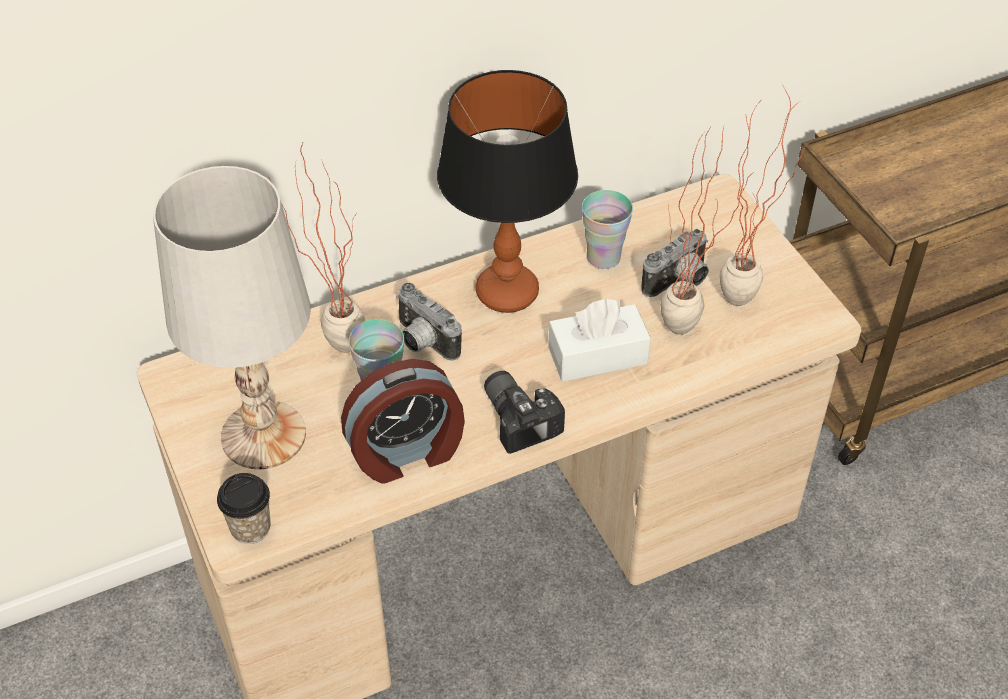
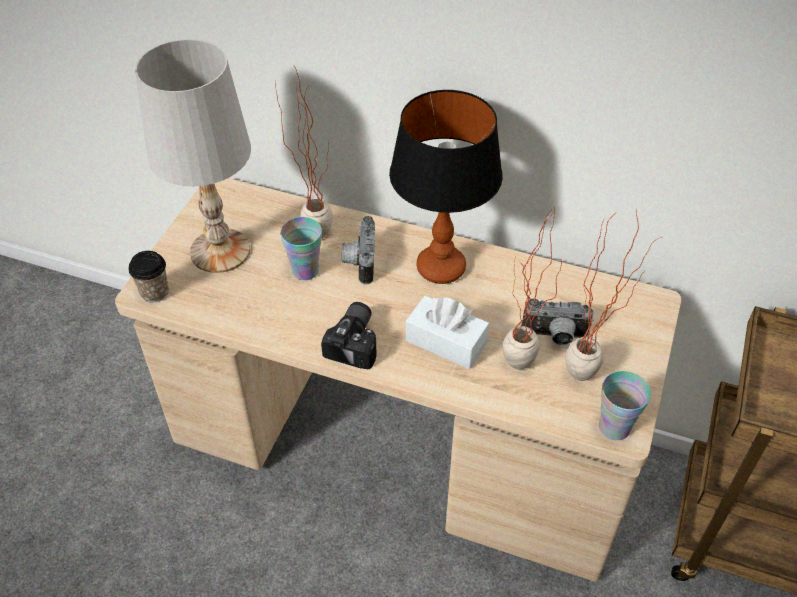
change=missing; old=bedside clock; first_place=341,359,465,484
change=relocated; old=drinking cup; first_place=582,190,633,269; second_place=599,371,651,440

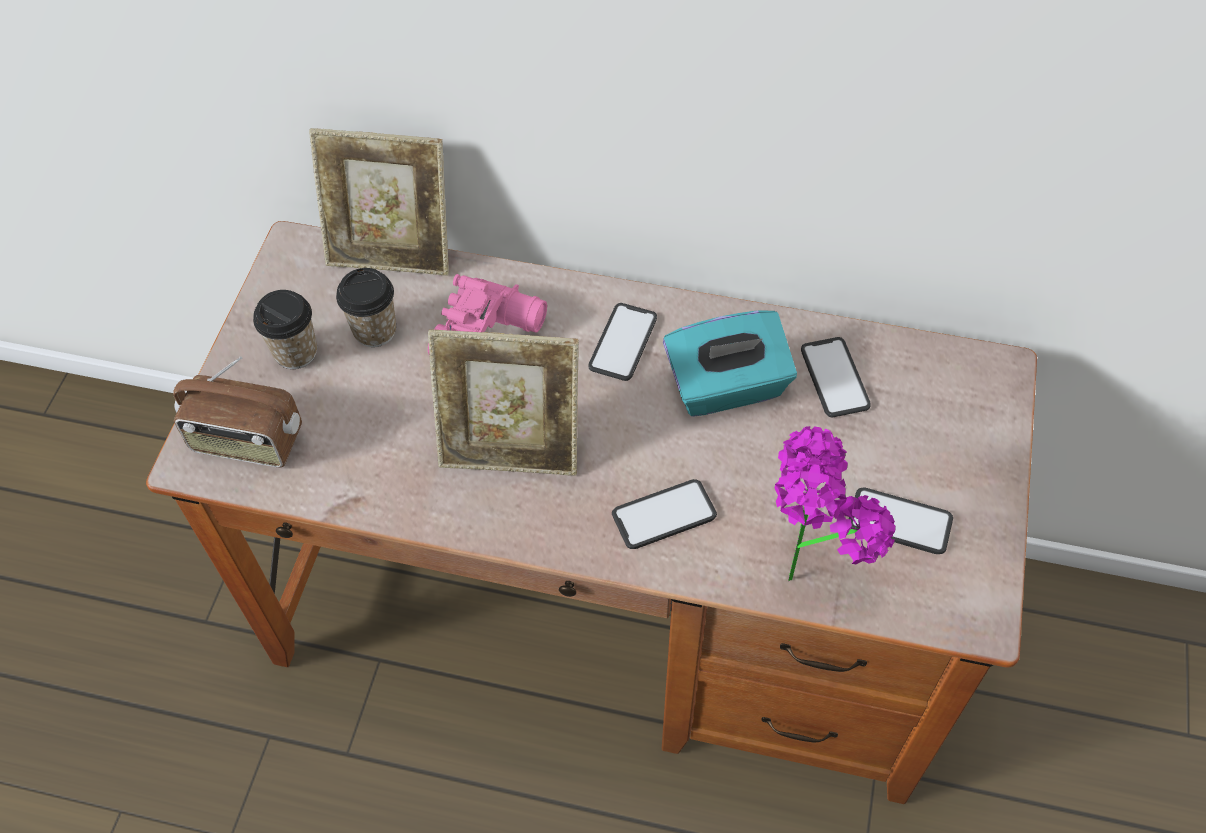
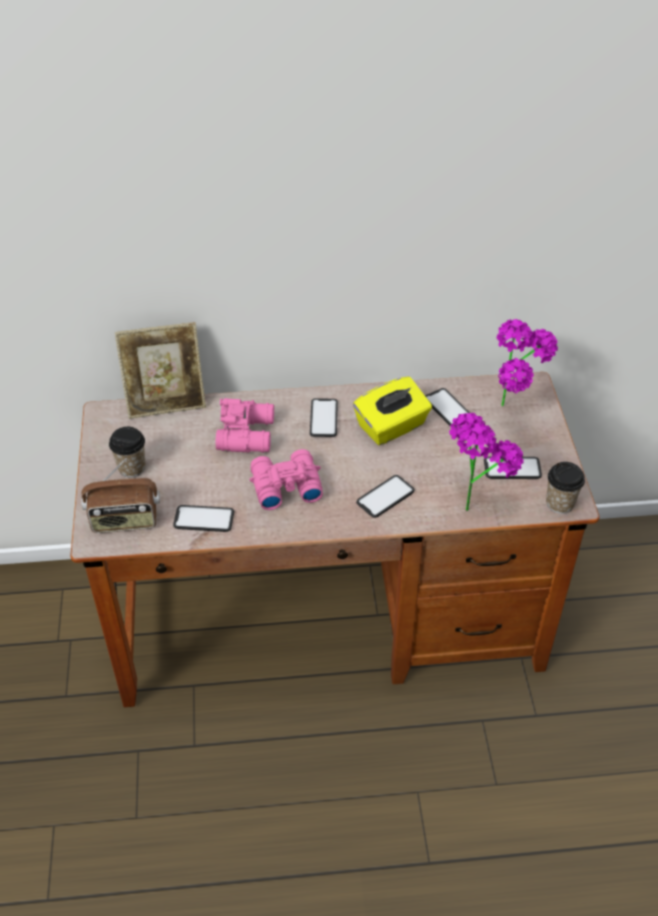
change=appeared; new=phone; second_place=173,505,234,532
change=appeared; new=houseplant; second_place=497,319,558,406
change=relocated; old=drinking cup; first_place=336,268,396,347; second_place=546,462,585,514
change=exchanged; old=picture frame; new=binoculars/pink; first_place=428,330,579,476; second_place=250,449,323,510
change=colour; old=tissue box/turquoise-coloured; new=tissue box/yellowish; first_place=663,310,797,417; second_place=353,377,432,445

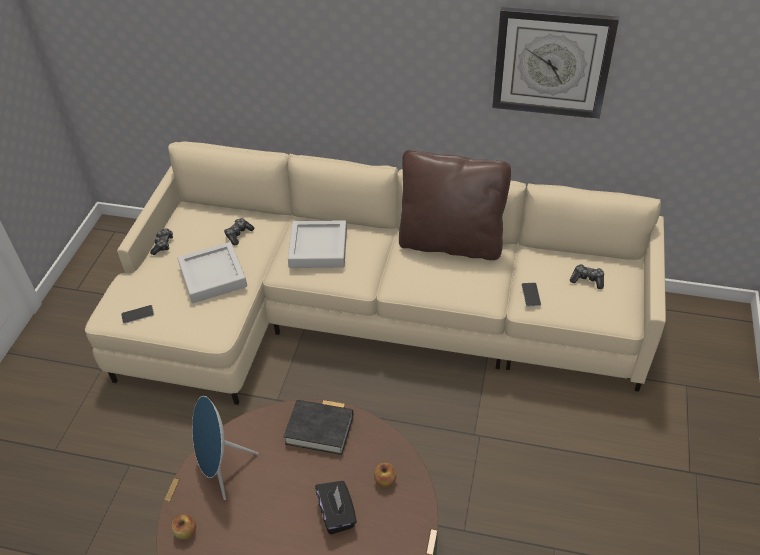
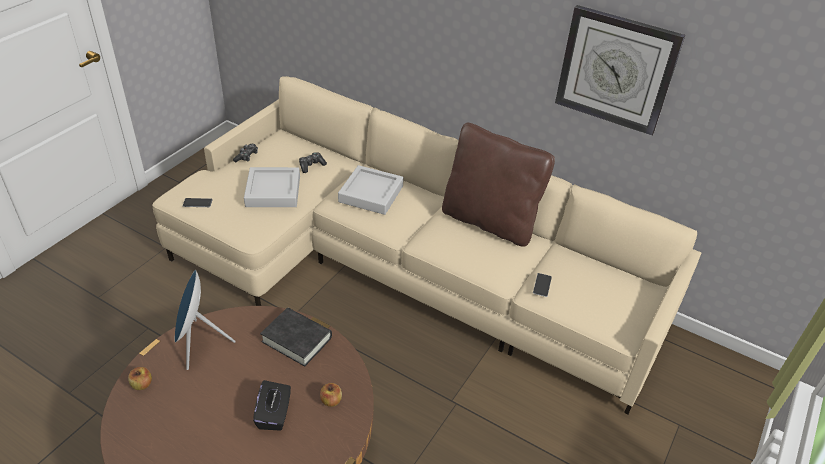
change=missing; old=gamepad; first_place=570,264,604,289

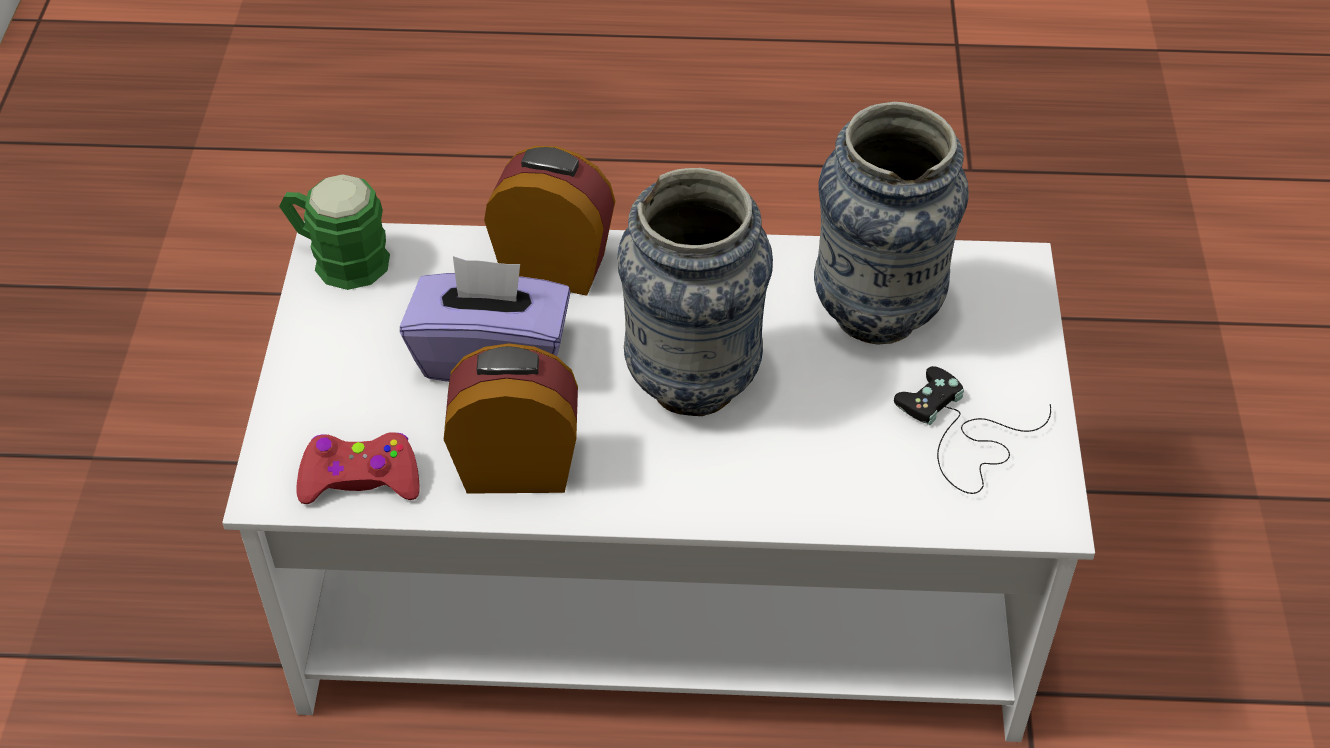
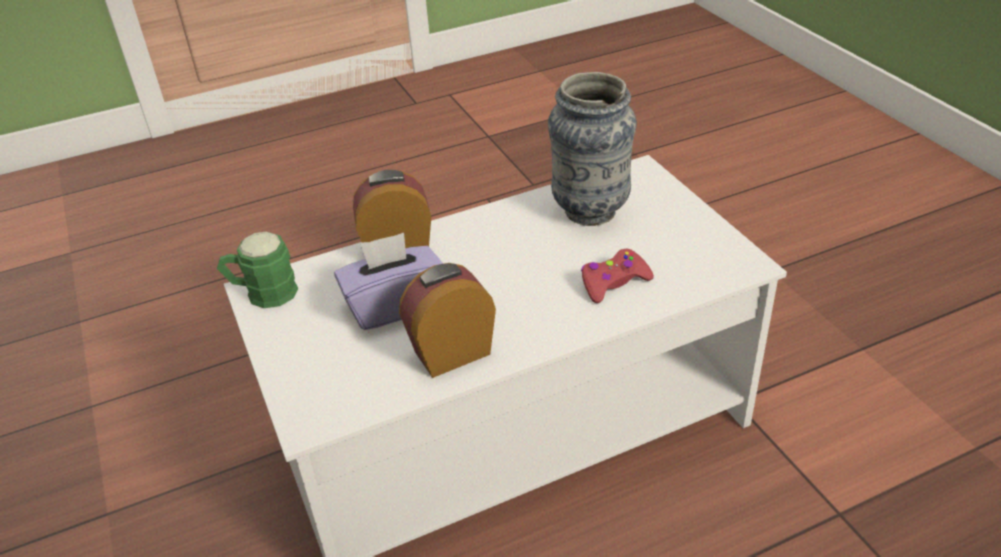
change=missing; old=flower vase; first_place=617,168,773,416
change=missing; old=gamepad/black; first_place=894,366,1051,494
change=relocated; old=gamepad/reddish; first_place=296,433,420,504; second_place=581,249,654,303

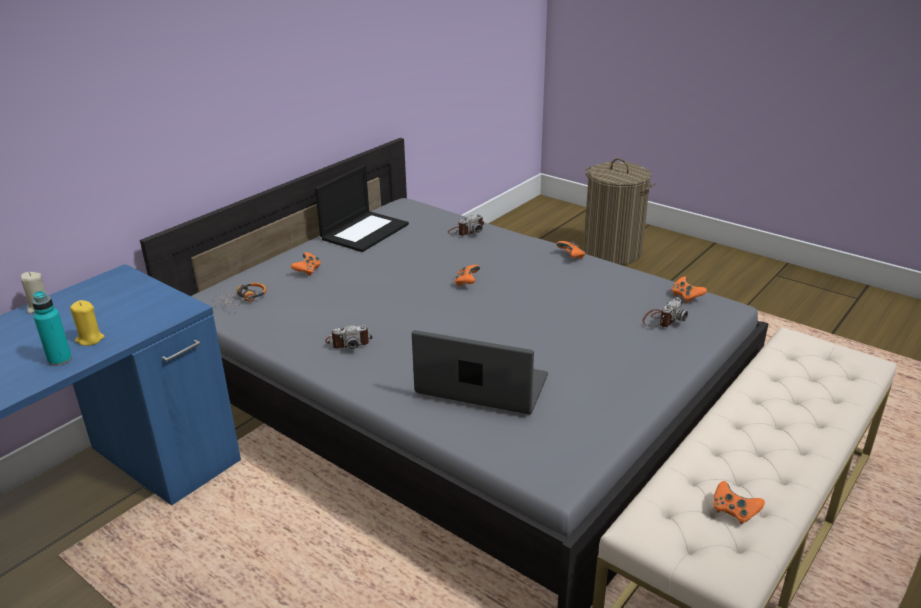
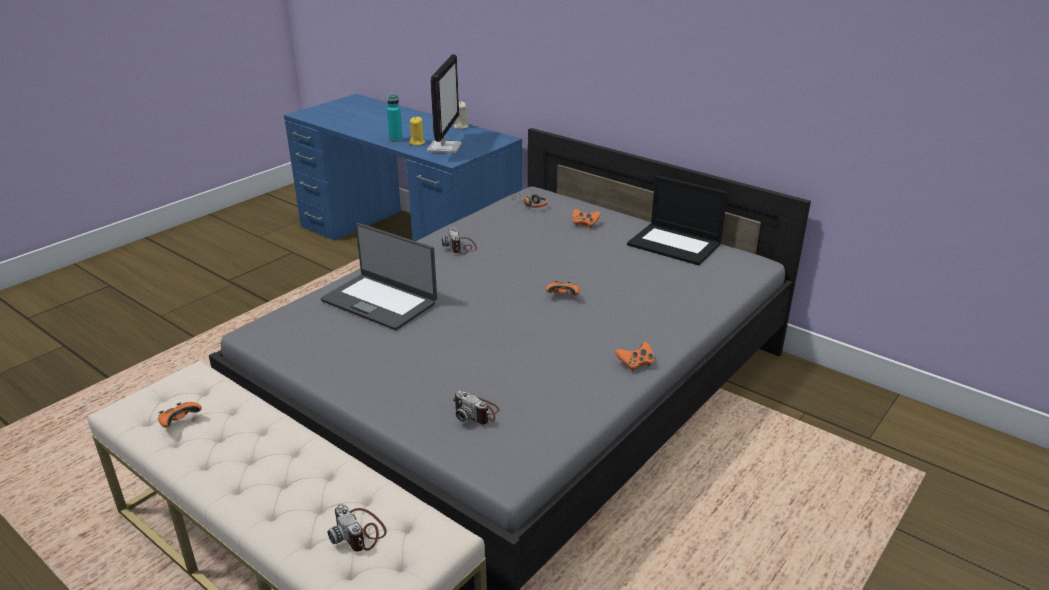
change=missing; old=hamper; first_place=583,158,656,265
change=missing; old=gamepad/orange; first_place=671,277,707,303
change=appeared; new=monitor; second_place=427,54,462,153
change=relocated; old=photo camera; first_place=448,214,484,236; second_place=328,504,387,552
change=spun; old=portable computer; first_place=412,330,548,415; second_place=321,223,437,330; degrees=105

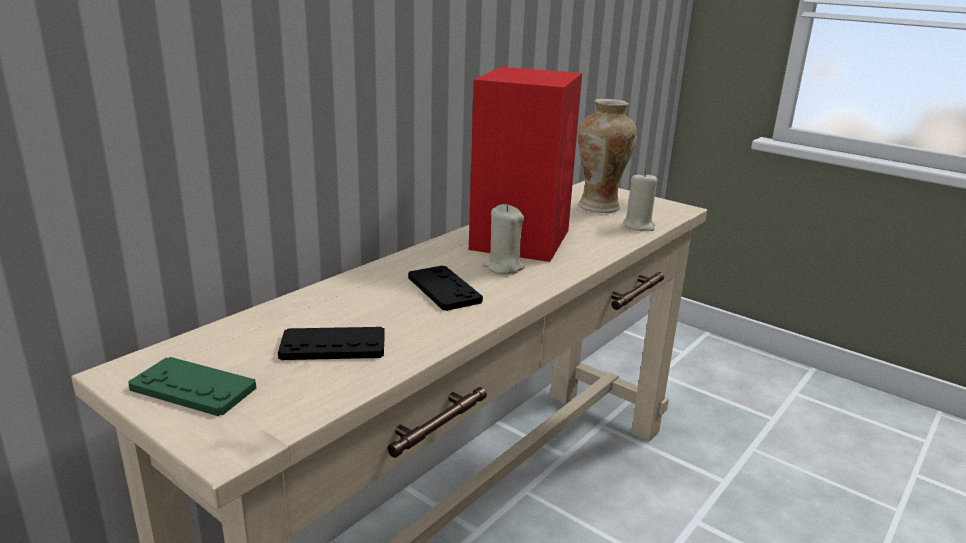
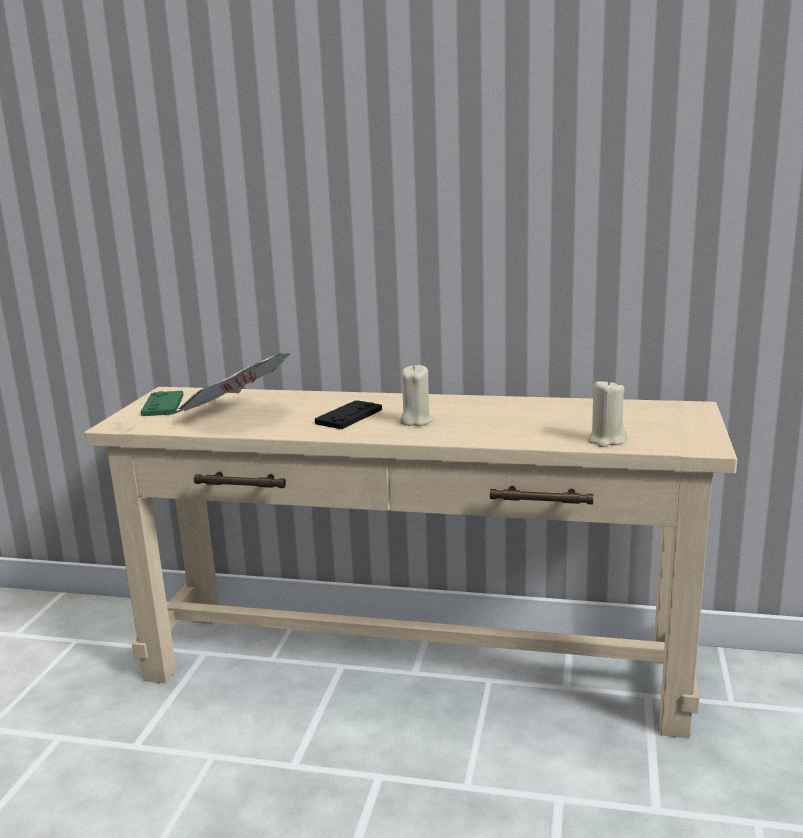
change=missing; old=audio speaker/reddish; first_place=469,67,582,262
change=missing; old=flower vase; first_place=578,99,637,213
change=exchanged; old=gamepad/black; new=newspaper; first_place=278,327,385,360; second_place=174,353,290,413

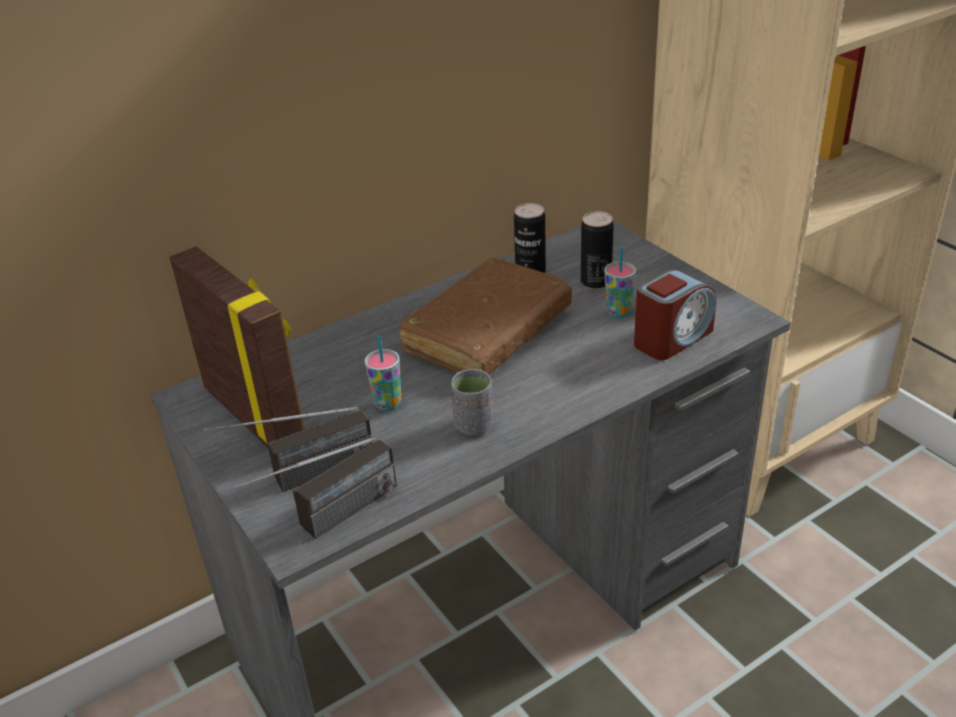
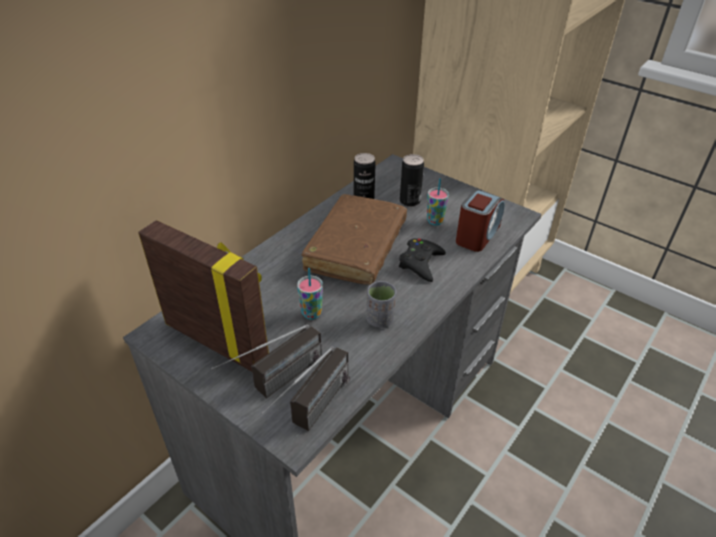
change=appeared; new=gamepad/black; second_place=399,238,446,282

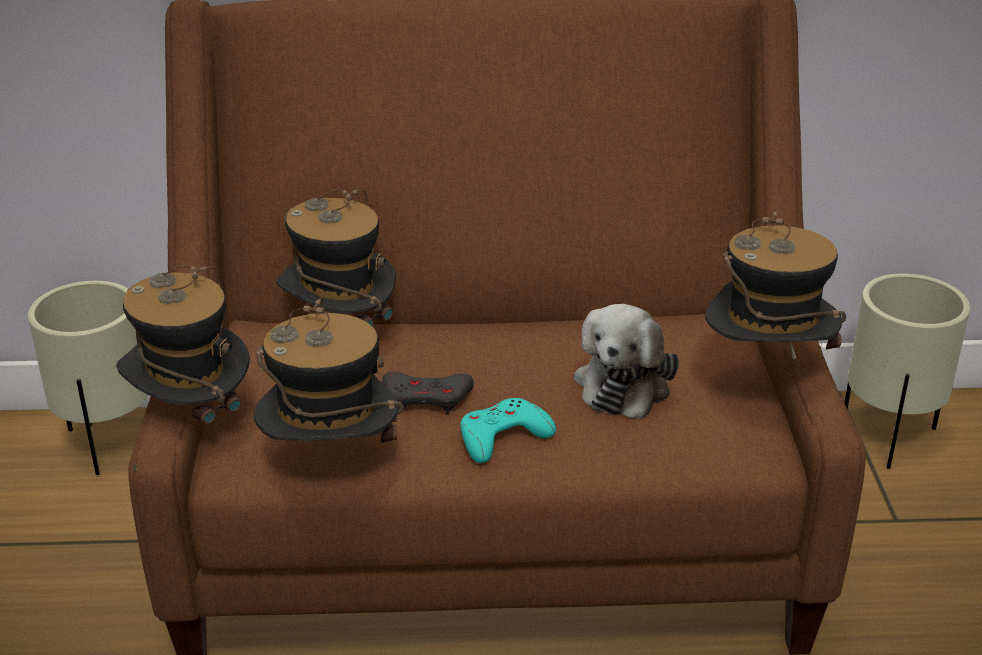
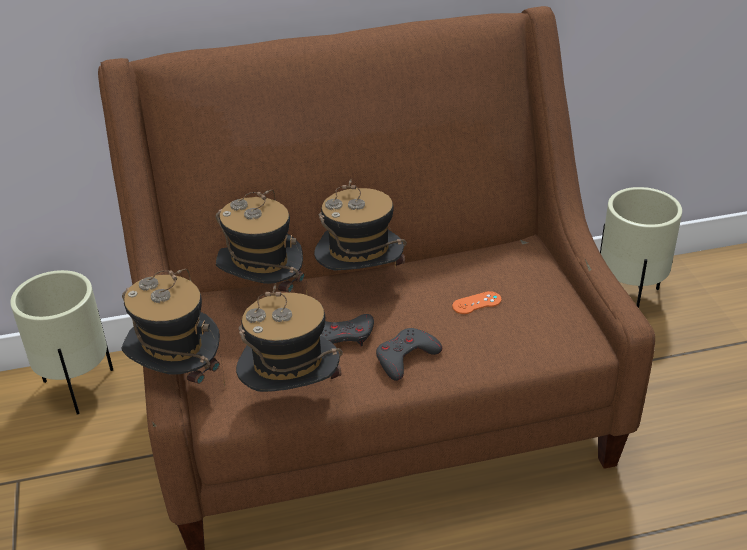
change=relocated; old=hat; first_place=705,210,847,358; second_place=314,179,407,270
change=exchanged; old=plush toy; new=gamepad/orange; first_place=574,304,679,419; second_place=452,291,501,314
change=colour; old=gamepad/turquoise-coloured; new=gamepad/gray; first_place=460,398,556,463; second_place=376,328,442,381

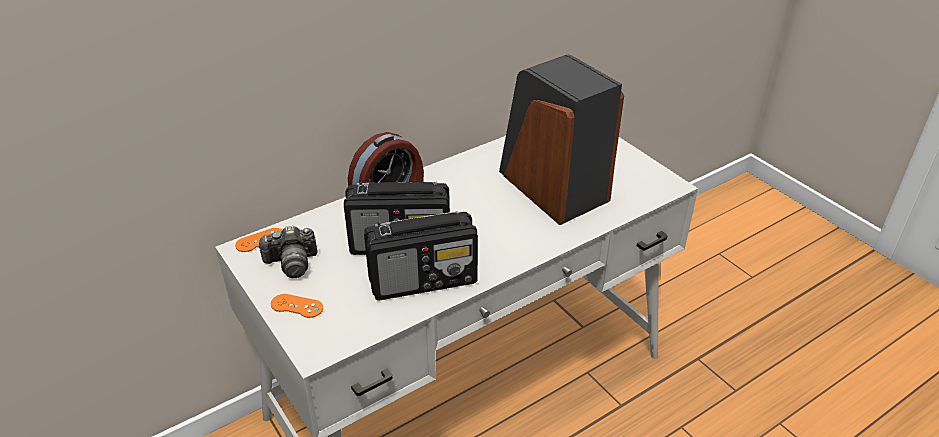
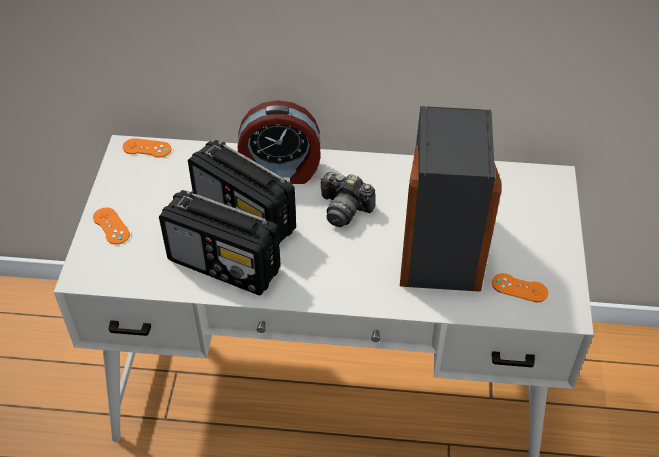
change=appeared; new=gamepad/orange; second_place=492,273,549,302
change=relocated; old=photo camera; first_place=257,226,318,278; second_place=321,172,375,227

